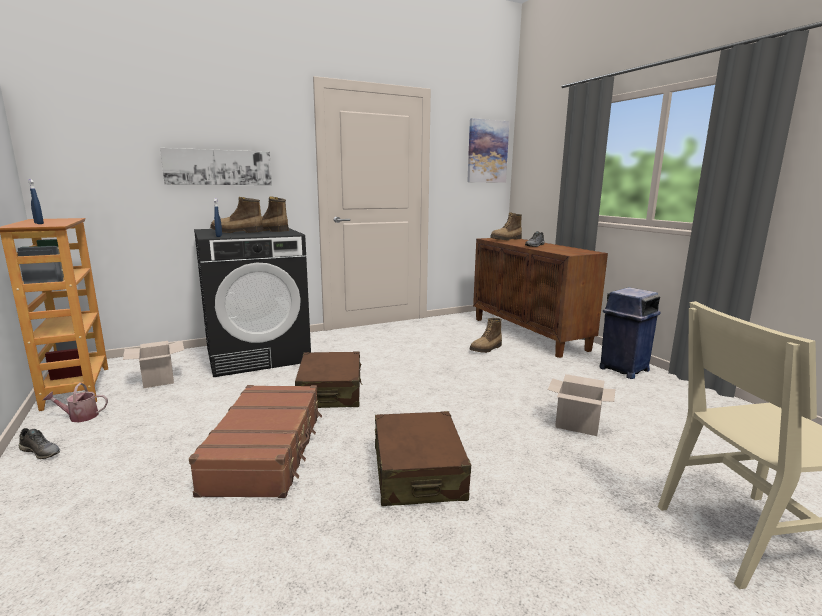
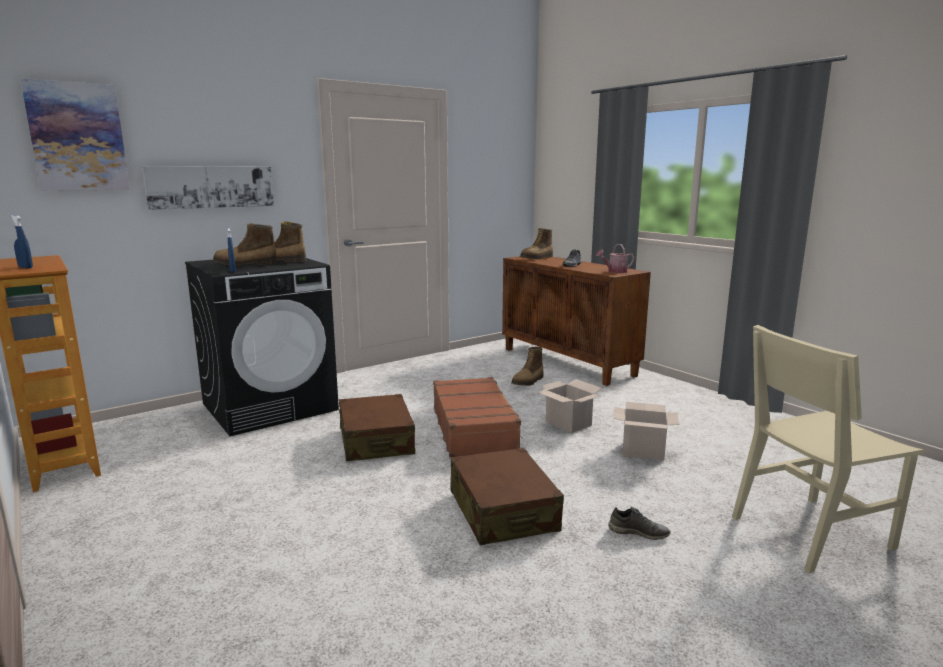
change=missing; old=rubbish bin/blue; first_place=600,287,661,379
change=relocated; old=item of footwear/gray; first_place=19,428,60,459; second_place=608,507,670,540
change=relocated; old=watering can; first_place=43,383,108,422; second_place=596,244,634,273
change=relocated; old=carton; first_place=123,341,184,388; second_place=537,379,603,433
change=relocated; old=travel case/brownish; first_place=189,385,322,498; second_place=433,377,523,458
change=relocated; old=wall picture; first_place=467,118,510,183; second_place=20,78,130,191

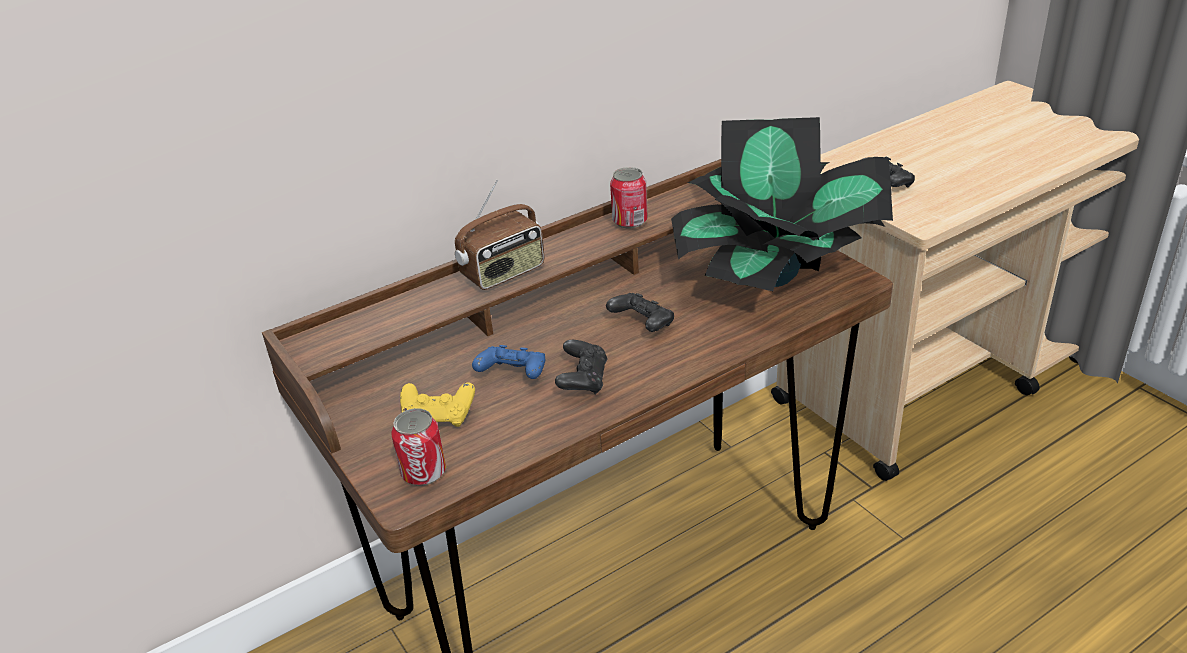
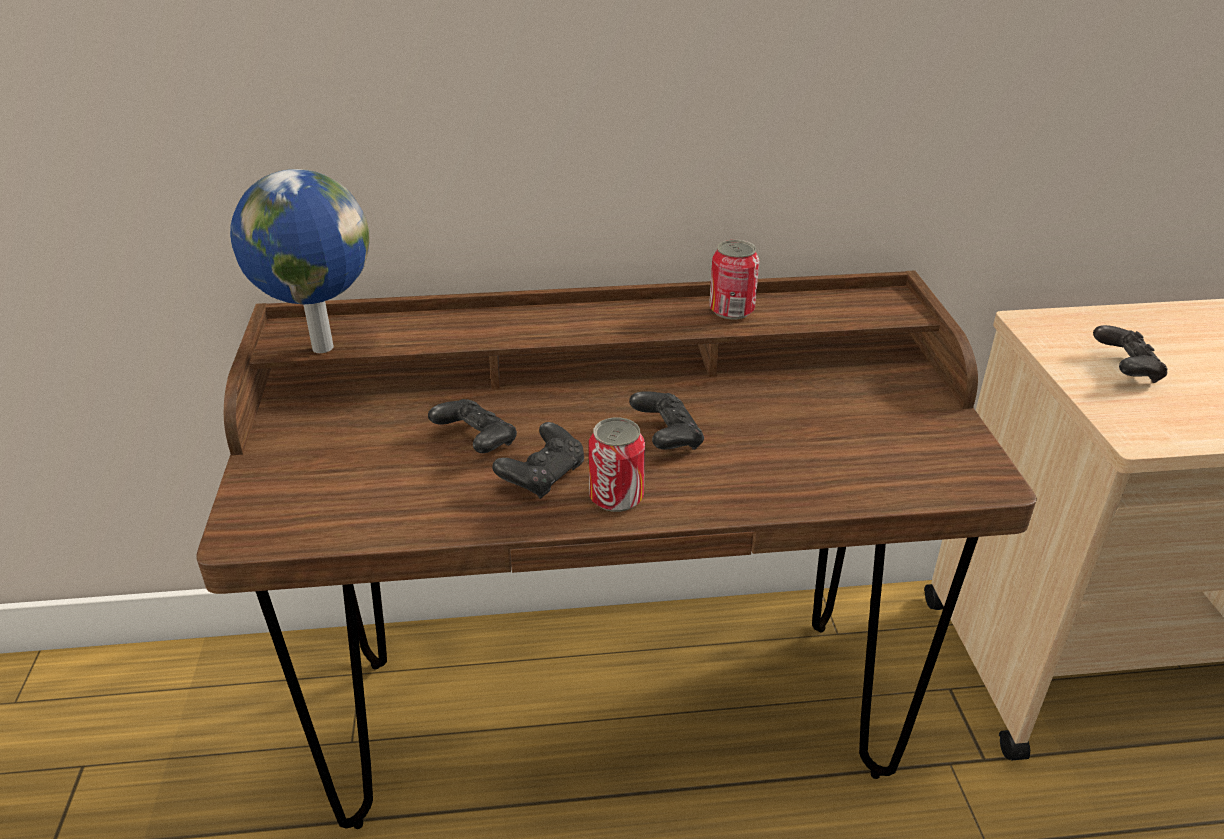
change=missing; old=gamepad/yellowish; first_place=400,382,475,427
change=missing; old=radio set; first_place=455,180,545,290
change=missing; old=houseplant; first_place=671,117,893,291
change=appeared; new=desk globe; second_place=230,169,370,353
change=relocated; old=can; first_place=392,408,446,486; second_place=589,418,645,512
change=colour; old=gamepad/blue; new=gamepad/black; first_place=472,345,546,379; second_place=428,399,517,453

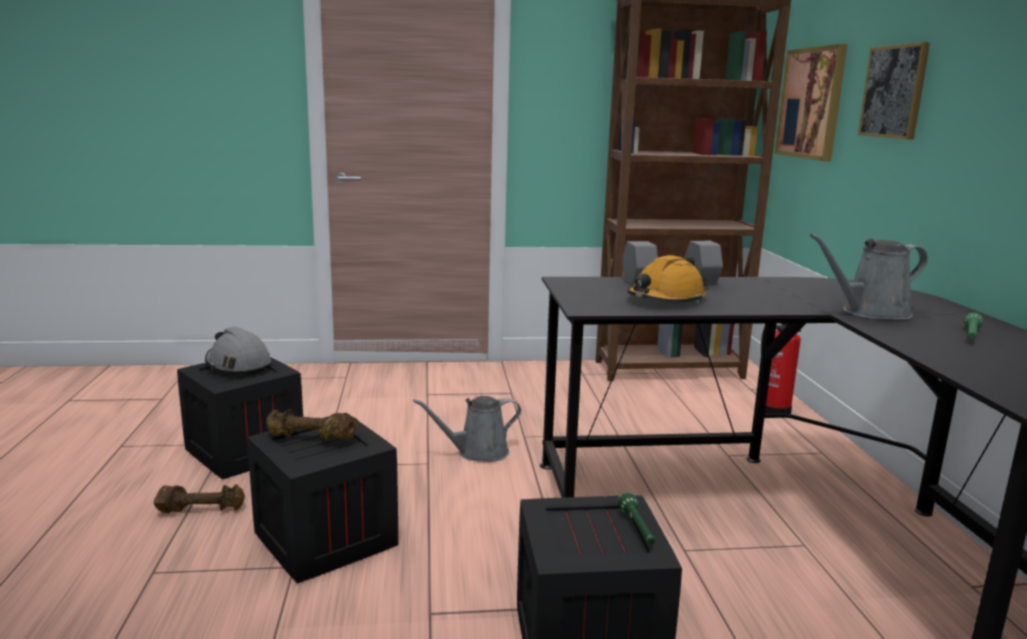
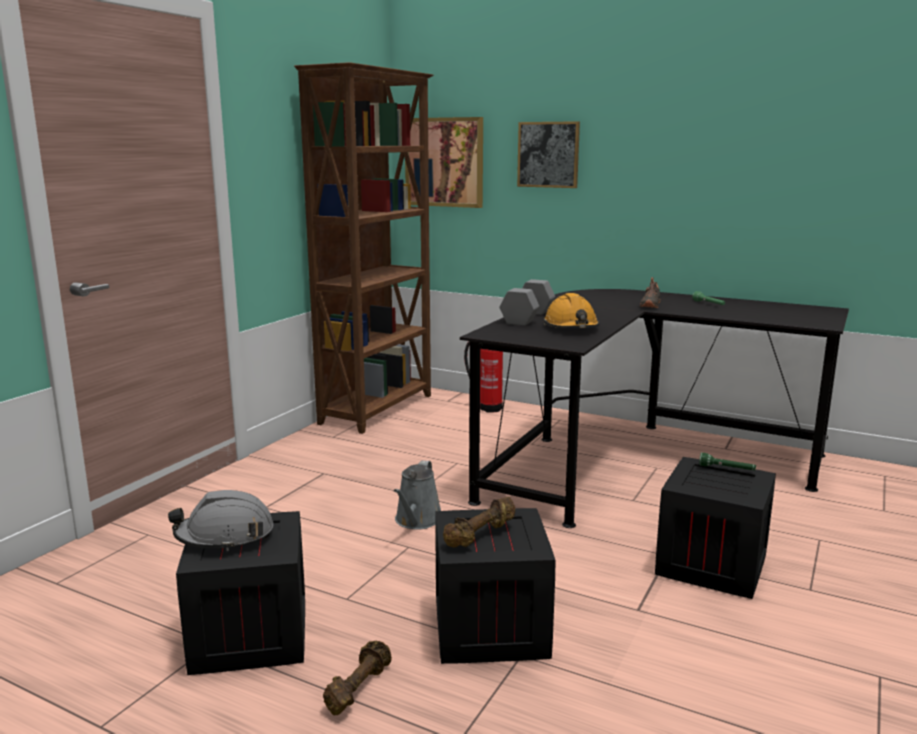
change=exchanged; old=watering can/gray; new=item of footwear/black; first_place=810,234,928,320; second_place=640,277,660,308

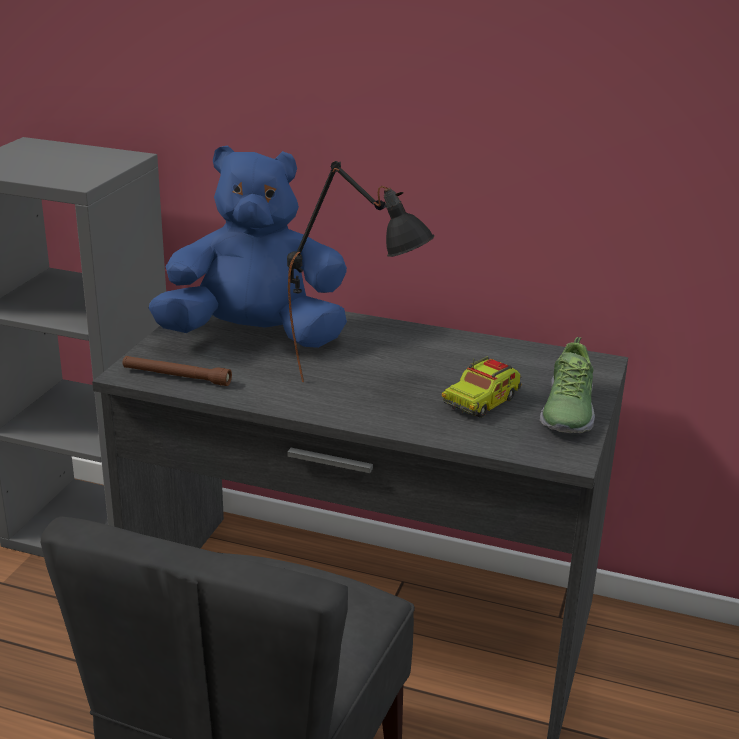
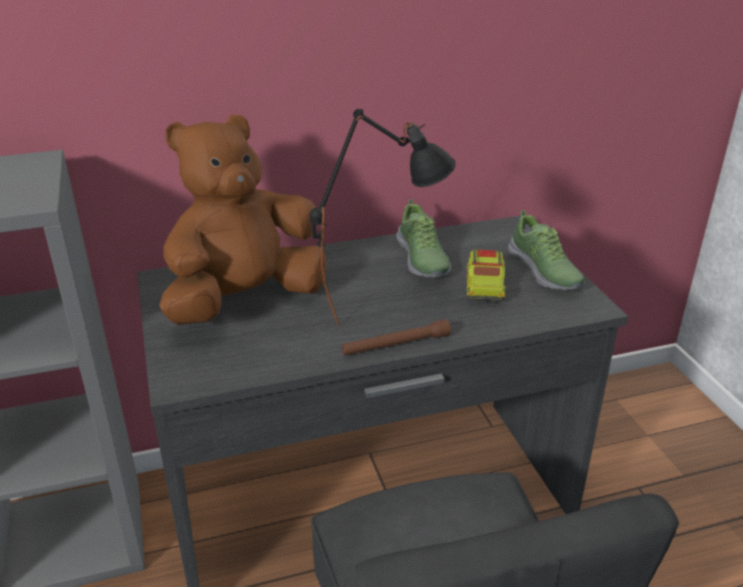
change=appeared; new=item of footwear; second_place=396,199,451,278
change=relocated; old=flashlight/brownish; first_place=122,356,232,386; second_place=342,319,451,356
change=colour; old=plush toy/blue; new=plush toy/brownish; first_place=149,145,347,348; second_place=159,114,326,325

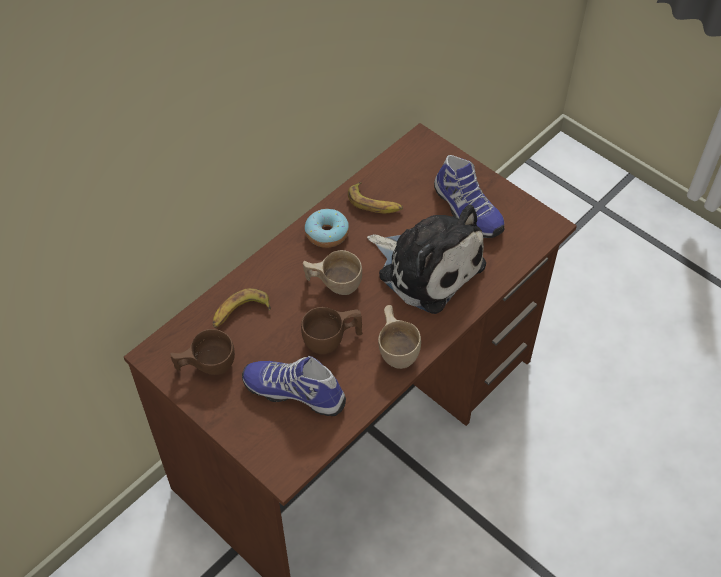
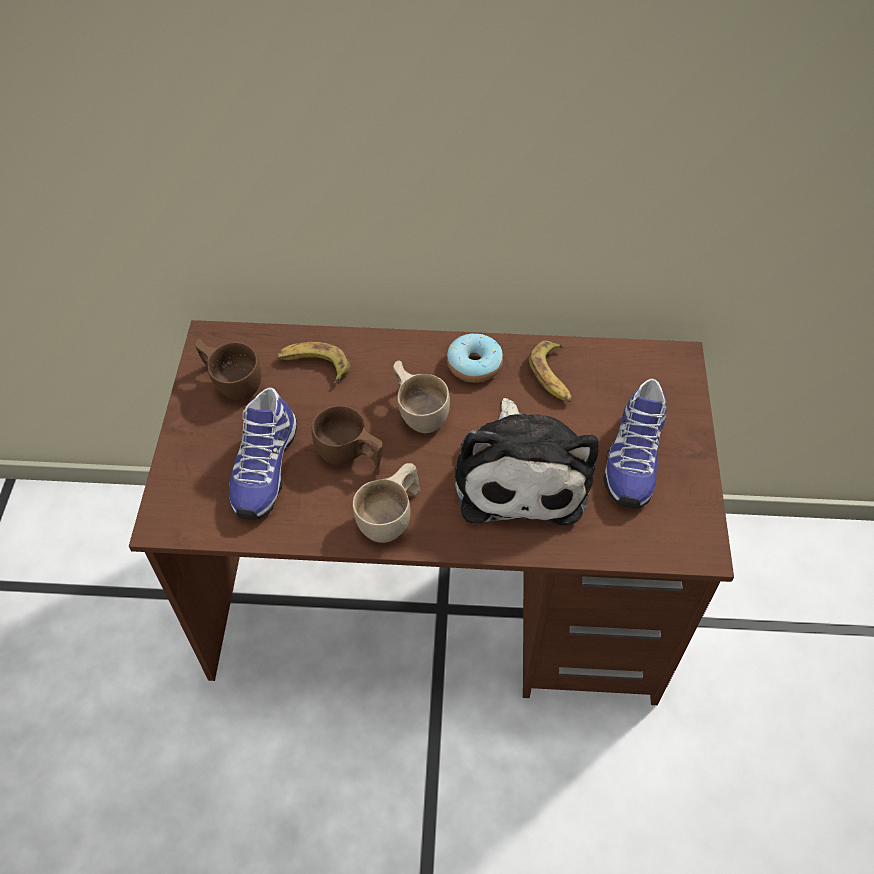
change=spun; old=item of footwear; first_place=242,356,346,416; second_place=229,387,297,520; degrees=-150

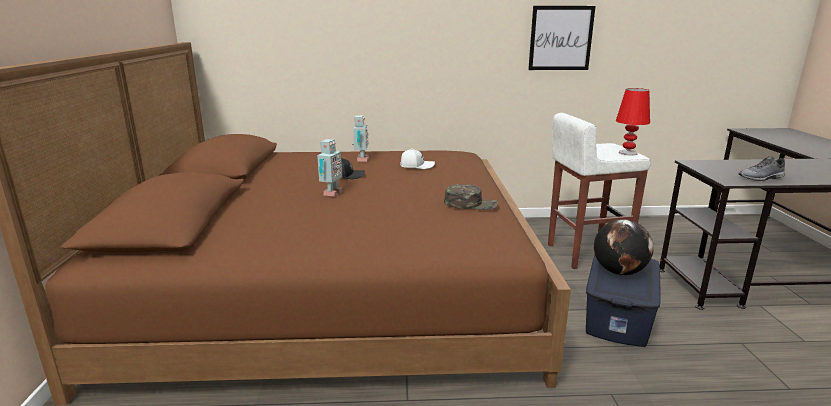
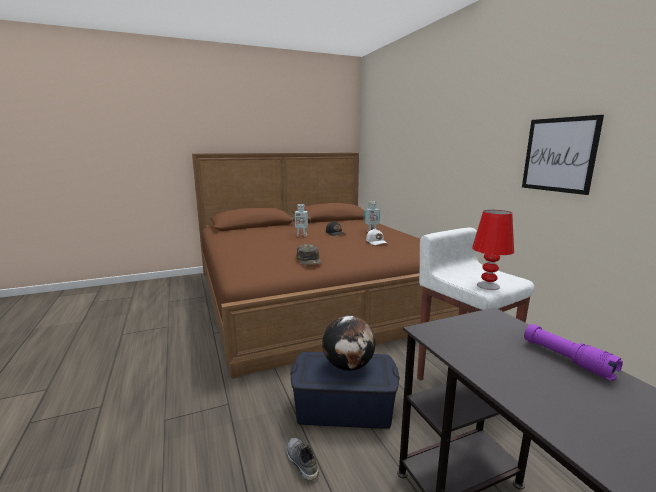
change=appeared; new=flashlight/purplish; second_place=524,324,623,381
change=relocated; old=item of footwear/gray; first_place=739,156,785,181; second_place=287,437,319,480

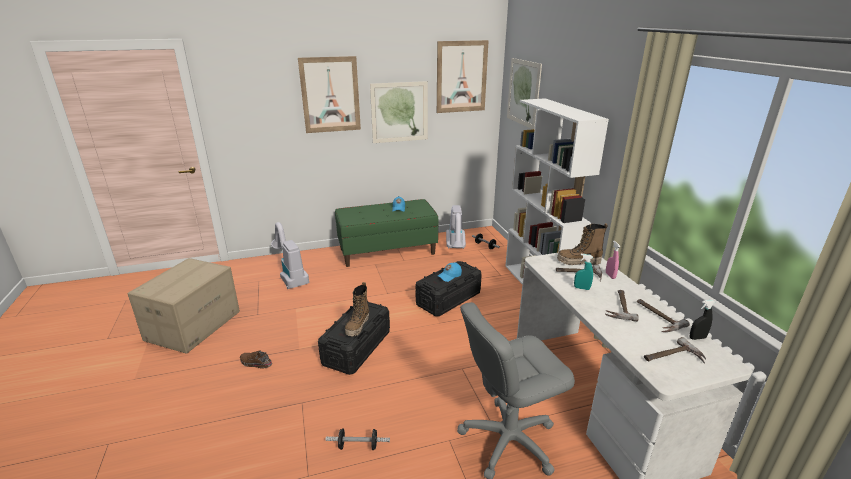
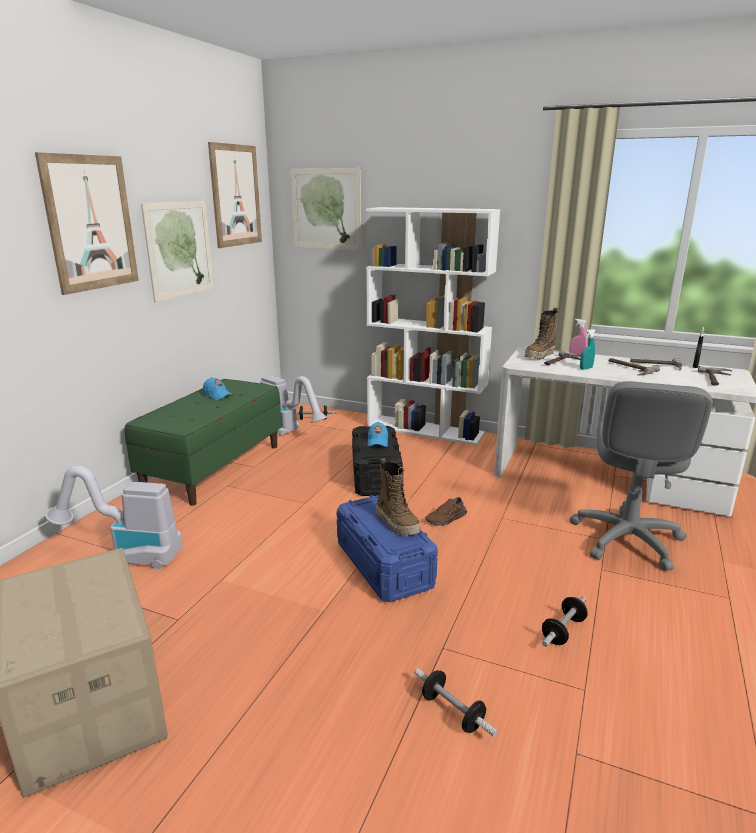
change=appeared; new=dumbbell; second_place=414,668,498,737
change=relocated; old=item of footwear/brownish; first_place=240,350,272,369; second_place=426,497,467,526
change=colour; old=storage bin/black; new=storage bin/blue; first_place=318,301,390,375; second_place=337,495,438,602

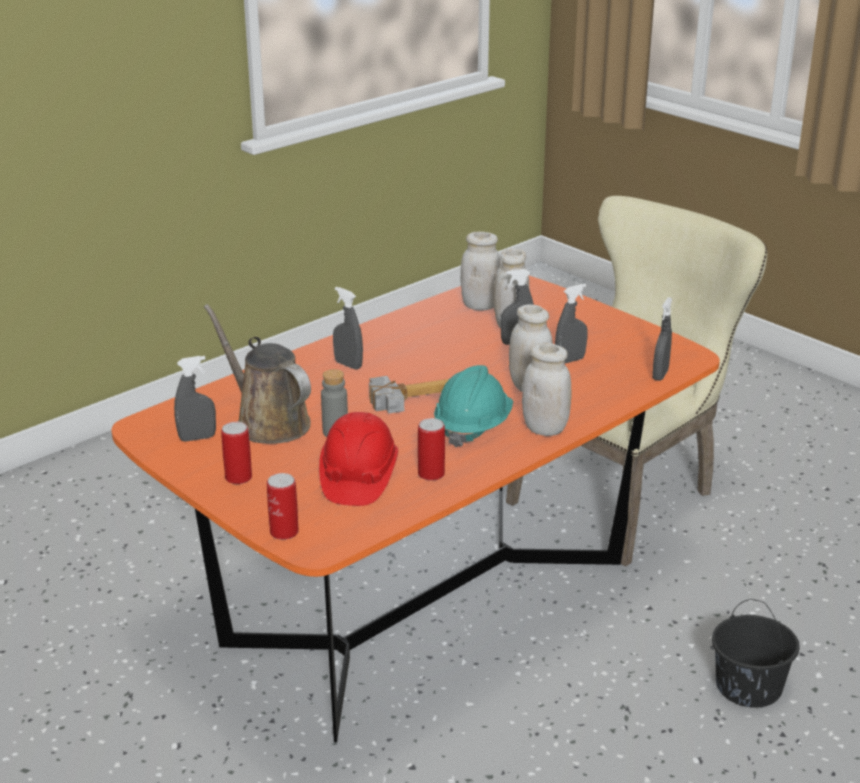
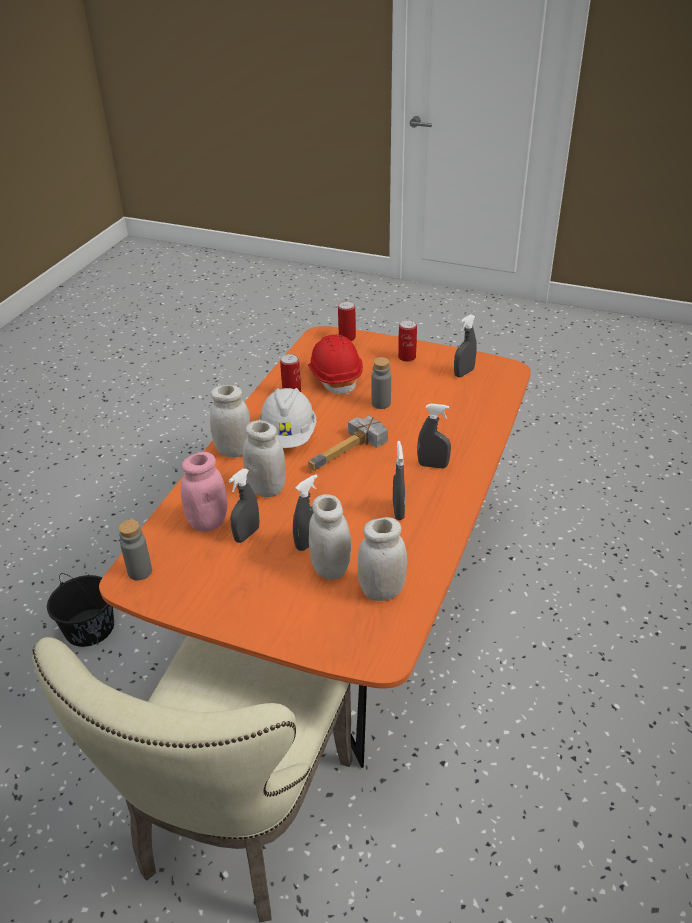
change=missing; old=watering can/brownish; first_place=204,304,311,444
change=appeared; new=drink bottle/gray; second_place=119,520,152,580
change=appeared; new=jar/pink; second_place=181,452,228,532
change=relocated; old=sprayer/gray; first_place=652,297,672,381; second_place=393,441,405,520
change=colour; old=hard hat/turquoise-coloured; new=hard hat/white-coloured; first_place=434,365,513,448; second_place=259,388,317,448

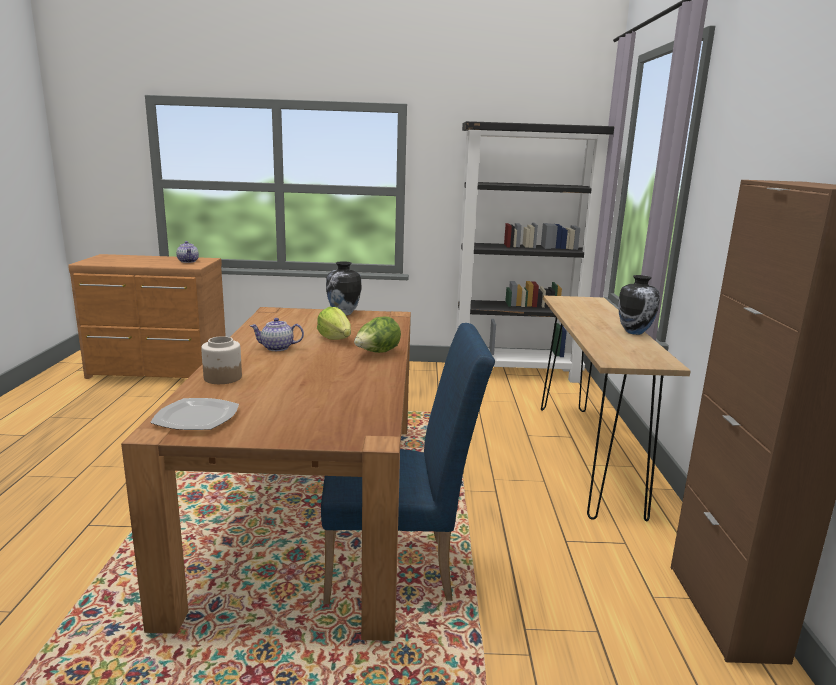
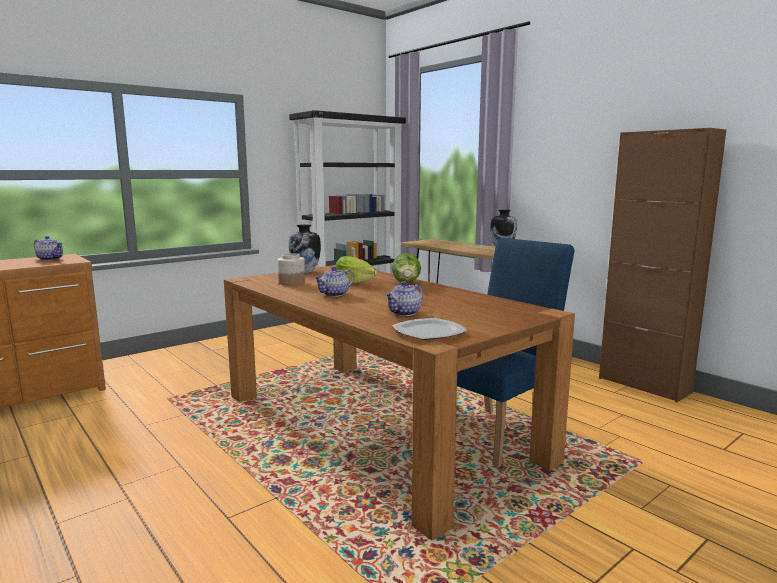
change=appeared; new=pot for tea; second_place=385,281,423,316
change=relocated; old=jar; first_place=201,336,242,384; second_place=278,253,305,286

